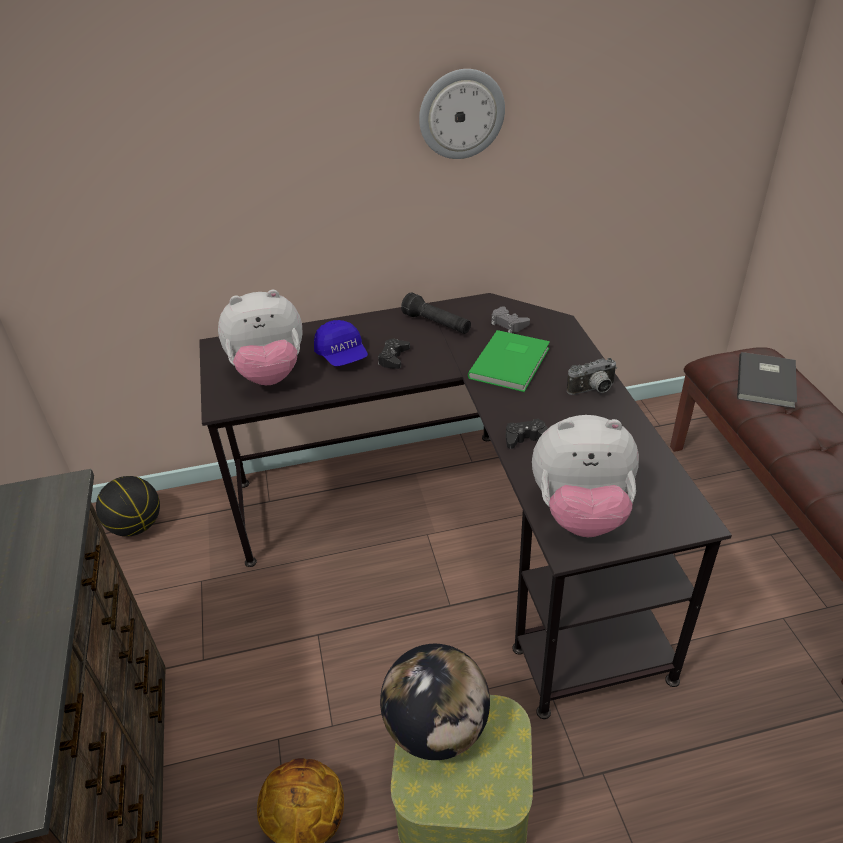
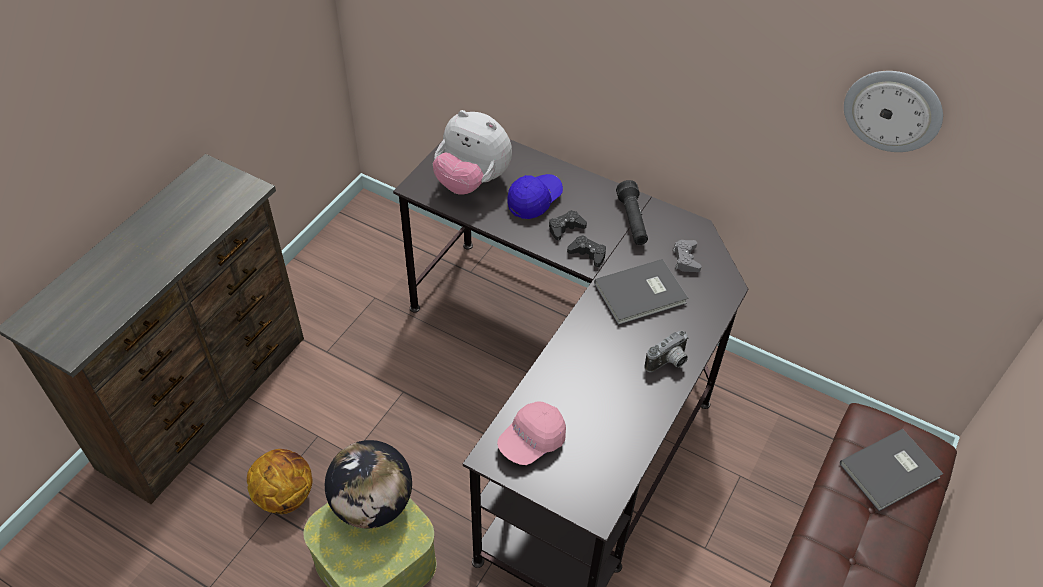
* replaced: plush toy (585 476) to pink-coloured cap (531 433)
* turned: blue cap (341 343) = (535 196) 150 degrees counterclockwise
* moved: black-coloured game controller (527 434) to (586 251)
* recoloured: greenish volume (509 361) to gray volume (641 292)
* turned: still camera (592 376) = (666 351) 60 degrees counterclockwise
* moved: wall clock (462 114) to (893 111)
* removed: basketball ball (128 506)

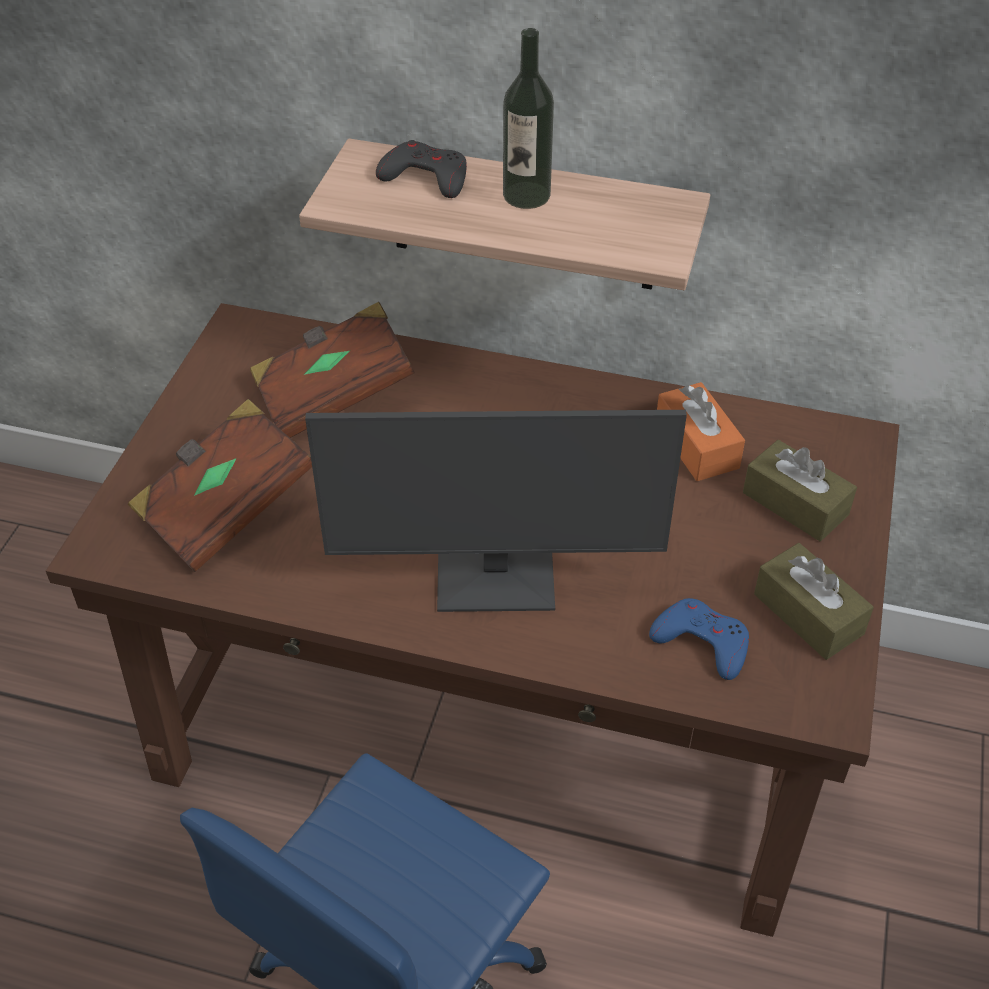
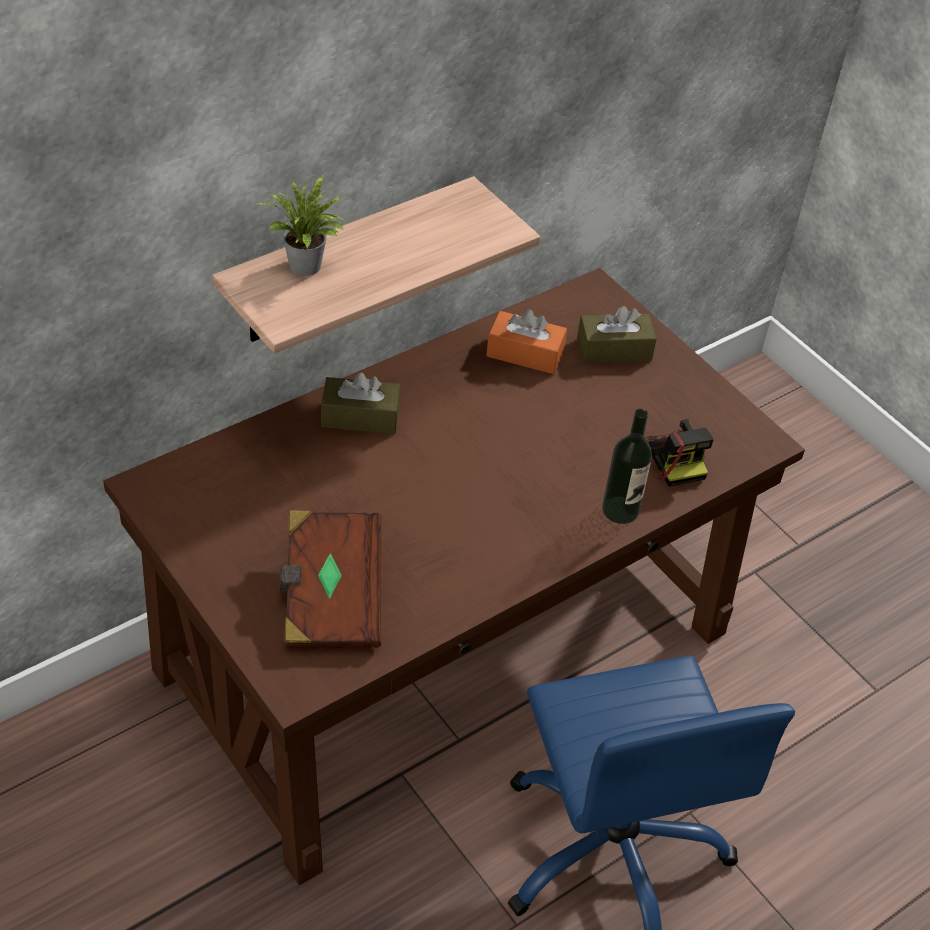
* replaced: gray game controller (421 169) to plant in a pot (302 225)
* moved: brown tissue holder (814 601) to (361 403)
* moved: drink bottle (528 118) to (627 466)
* replaced: blue game controller (699 639) to still camera (679 453)
* removed: brown volume (332 370)
* removed: monitor (496 511)

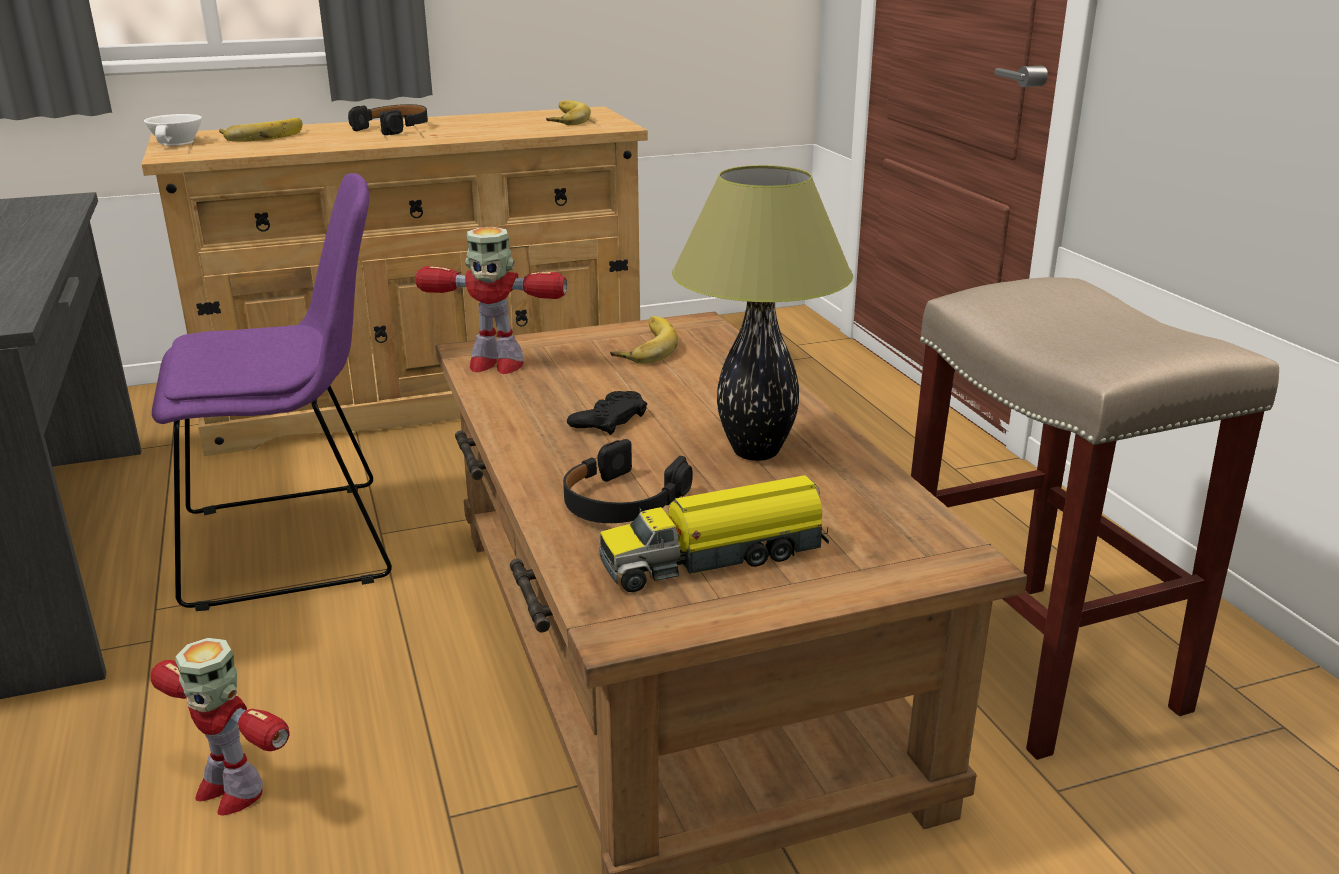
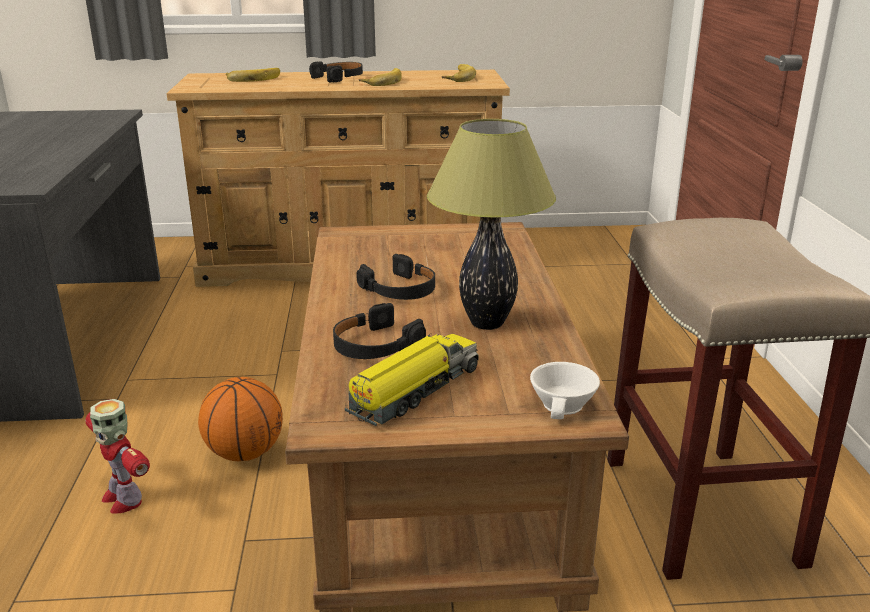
* added: basketball ball (240 419)
* turned: toy lorry (714 533) = (412 380) 135 degrees clockwise
* replaced: black-coloured game controller (607 413) to black-coloured pair of headphones (395 277)
* moved: banana fruit (644 340) to (380 77)
* moved: whitish drinking cup (173 129) to (565 390)
* removed: purple-coloured chair (272 392)
* removed: toy robot (491 300)

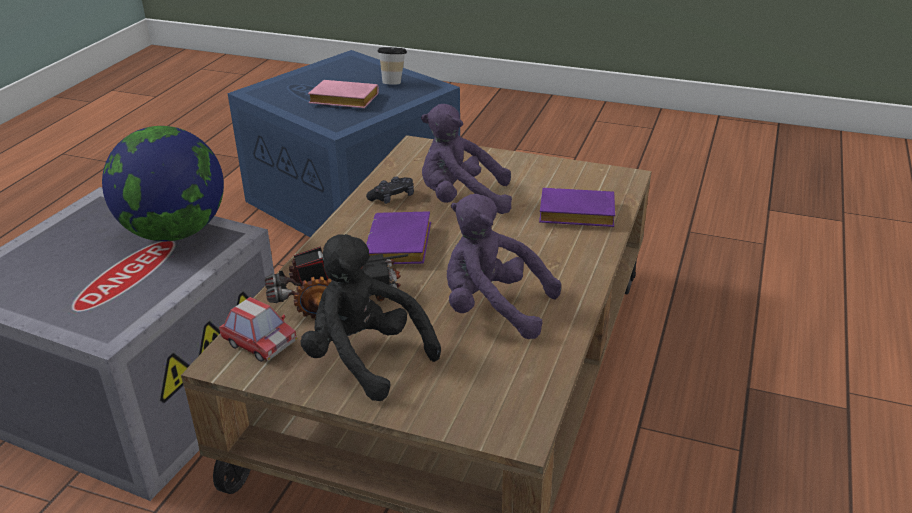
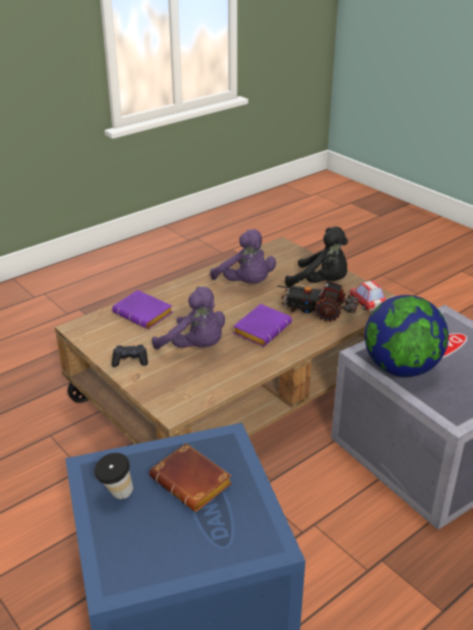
* moved: black-coloured game controller (390 190) to (130 356)
* recoloured: pink-coloured volume (343 94) to brown volume (190 477)
* turned: black-coloured plush toy (371 317) = (316 257) 45 degrees counterclockwise

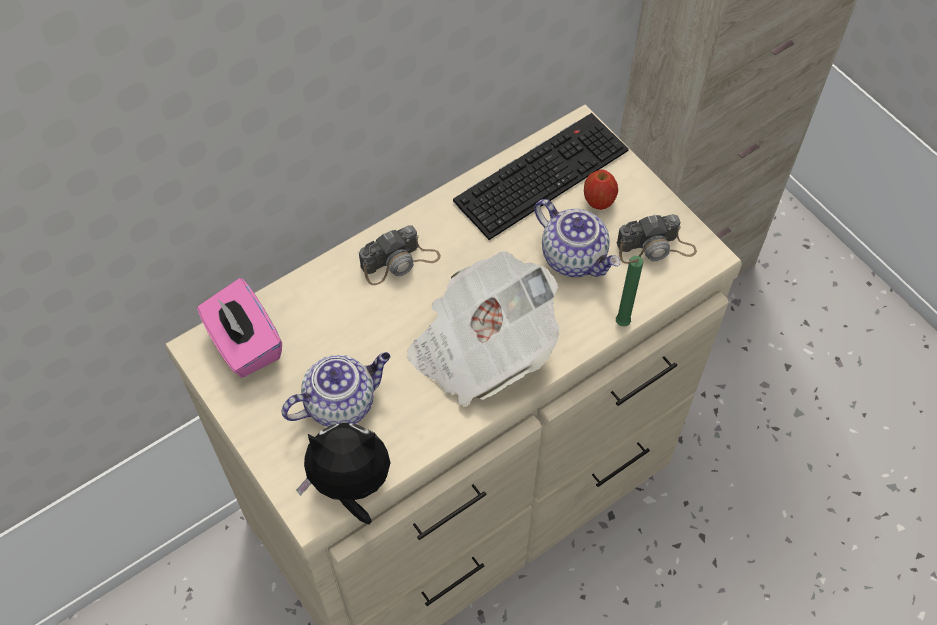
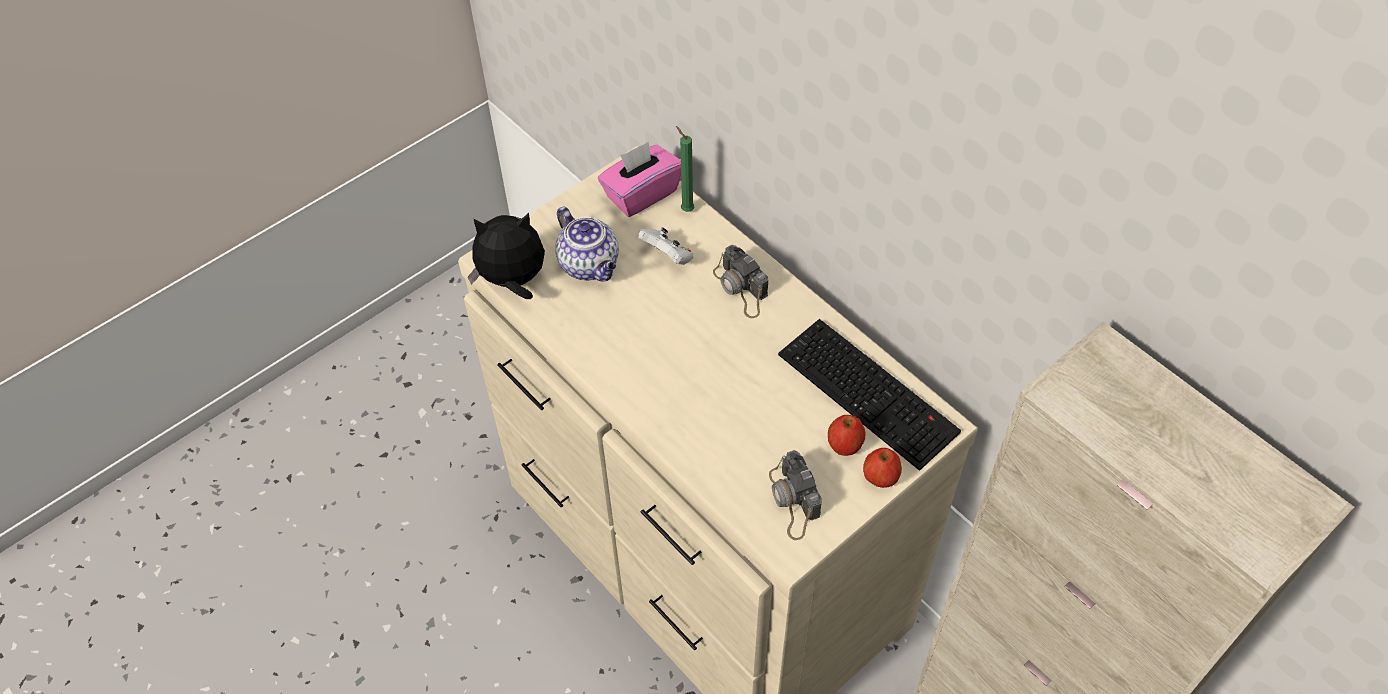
* turned: plush toy (343 474) = (506 256) 90 degrees counterclockwise
* added: whitish game controller (665 246)
* moved: greenish wax candle (629 291) to (685 169)
* added: apple fruit (882 468)
* removed: daily paper (483 329)
* removed: teapot (577 238)

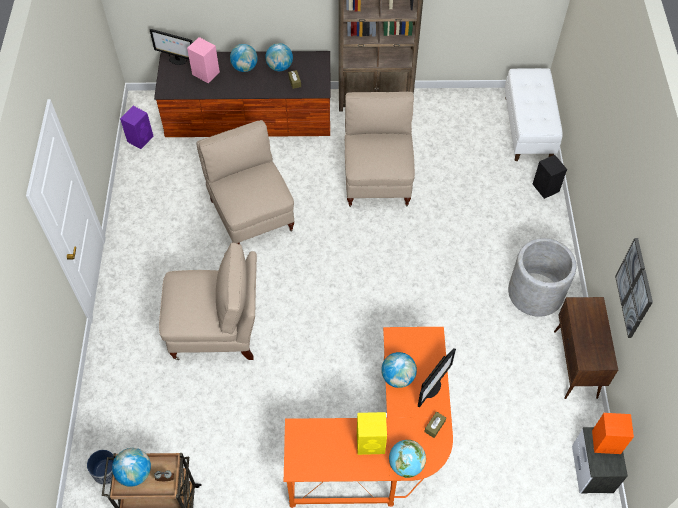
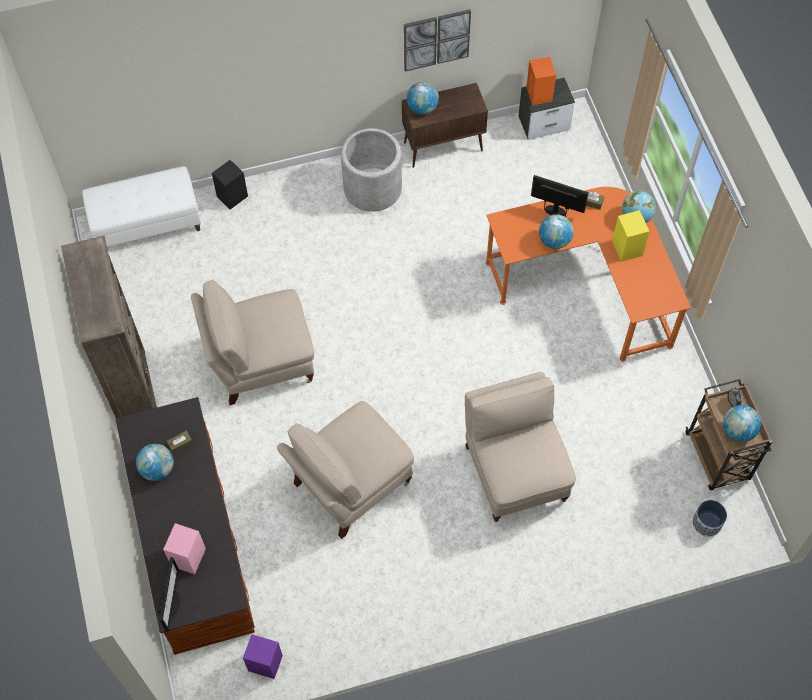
* moved: globe (244 58) to (423 98)

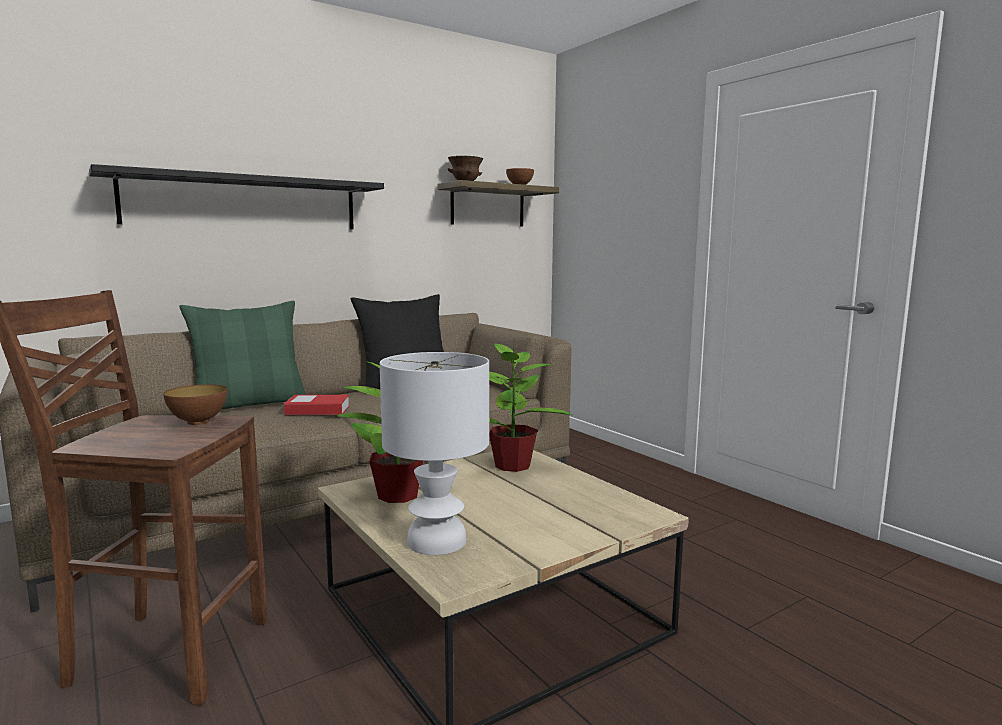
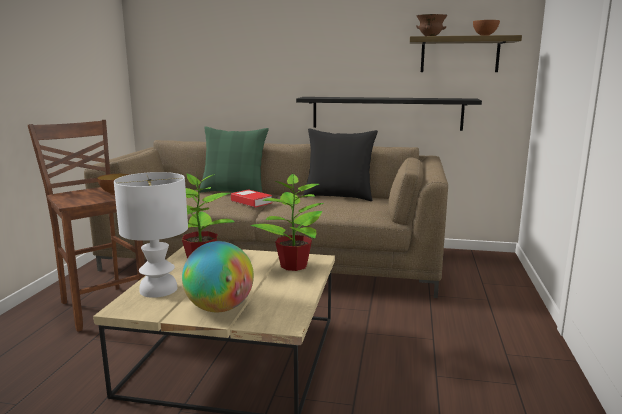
* added: globe (218 276)
* moved: black-coloured shelf (236 196) to (389 114)

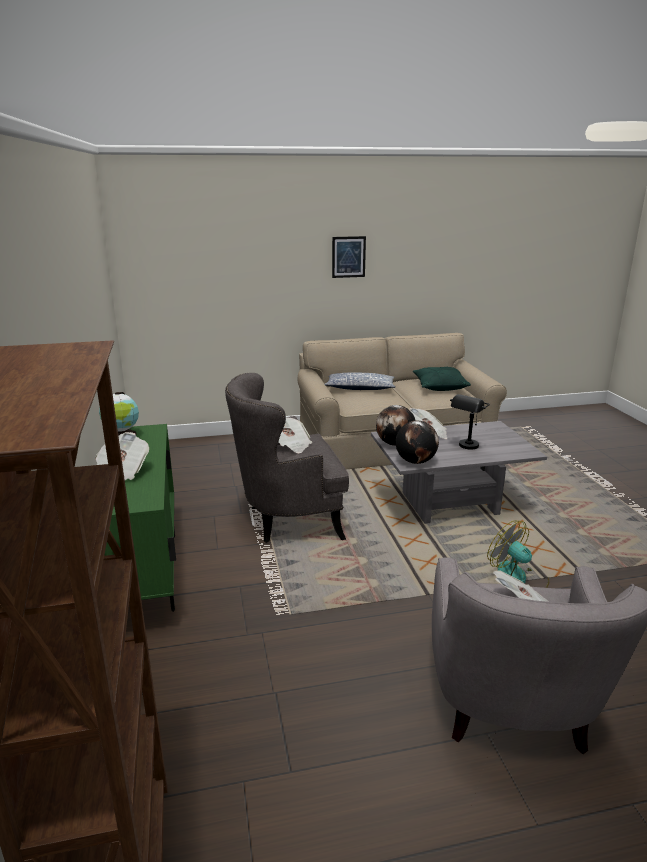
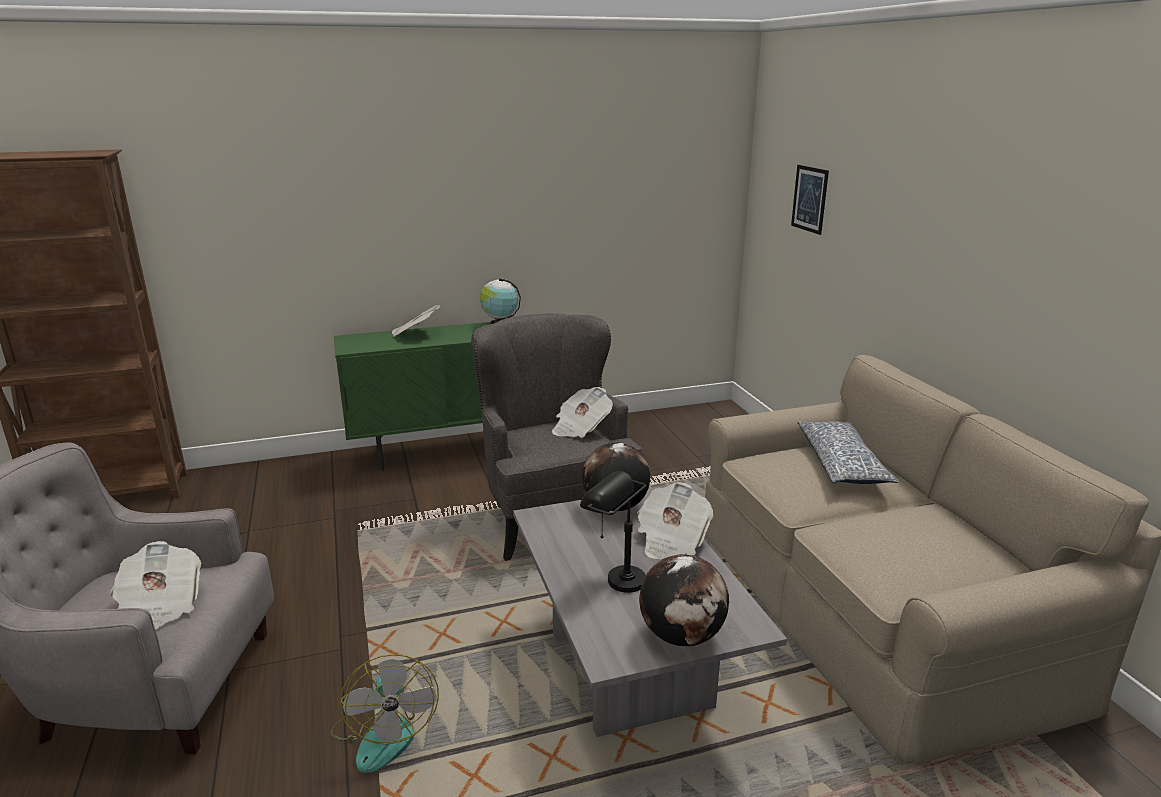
* turned: cooling fan (518 554) = (385 713) 120 degrees clockwise
* moved: globe (417 442) to (684 600)
* moved: wall picture (349 257) to (810 200)
* removed: greenish pillow (442 379)

